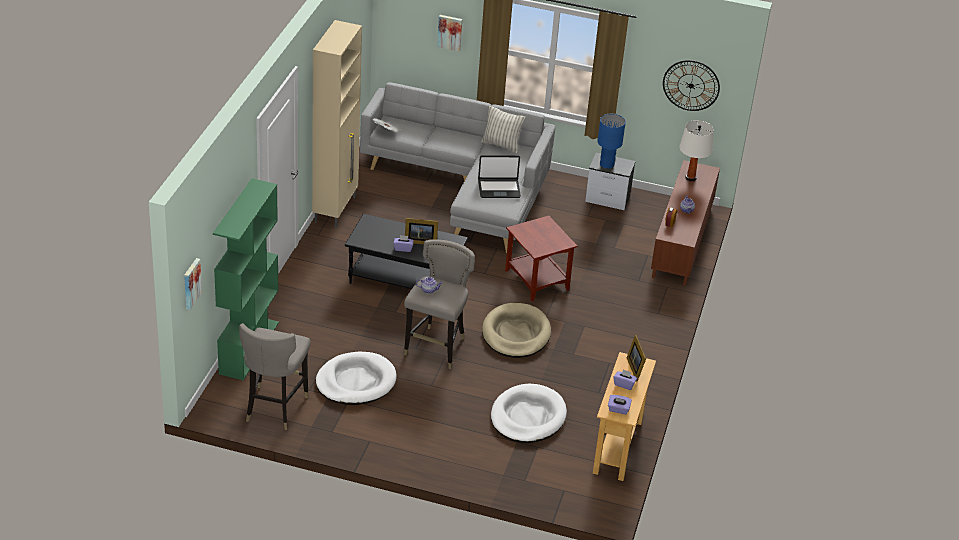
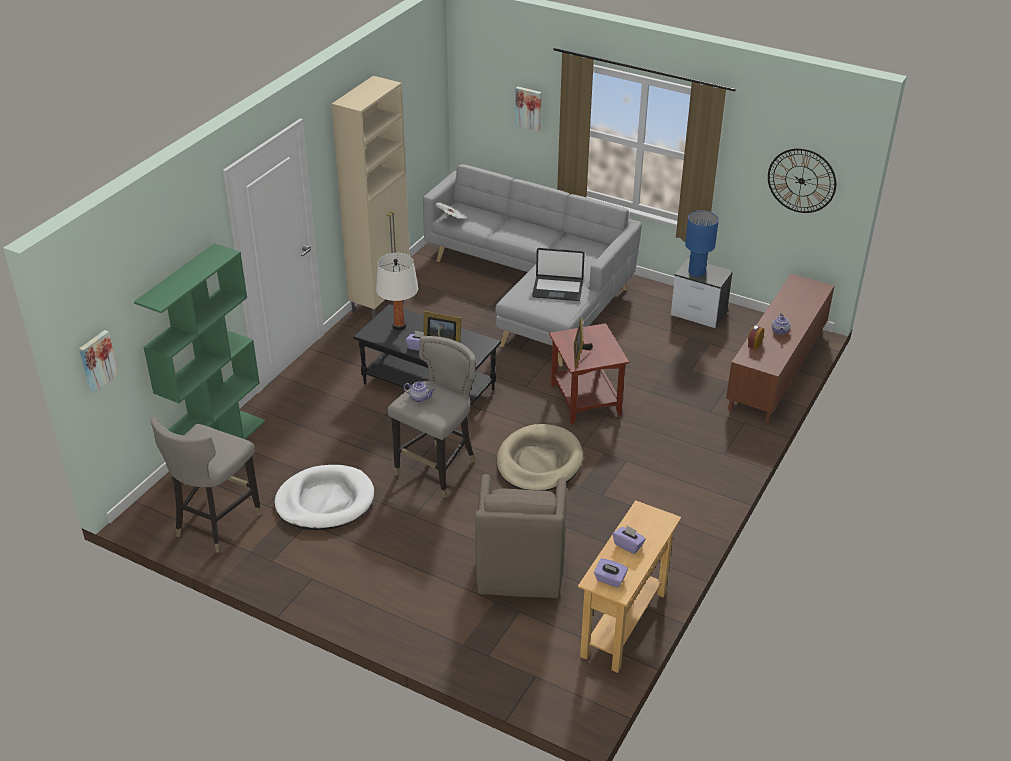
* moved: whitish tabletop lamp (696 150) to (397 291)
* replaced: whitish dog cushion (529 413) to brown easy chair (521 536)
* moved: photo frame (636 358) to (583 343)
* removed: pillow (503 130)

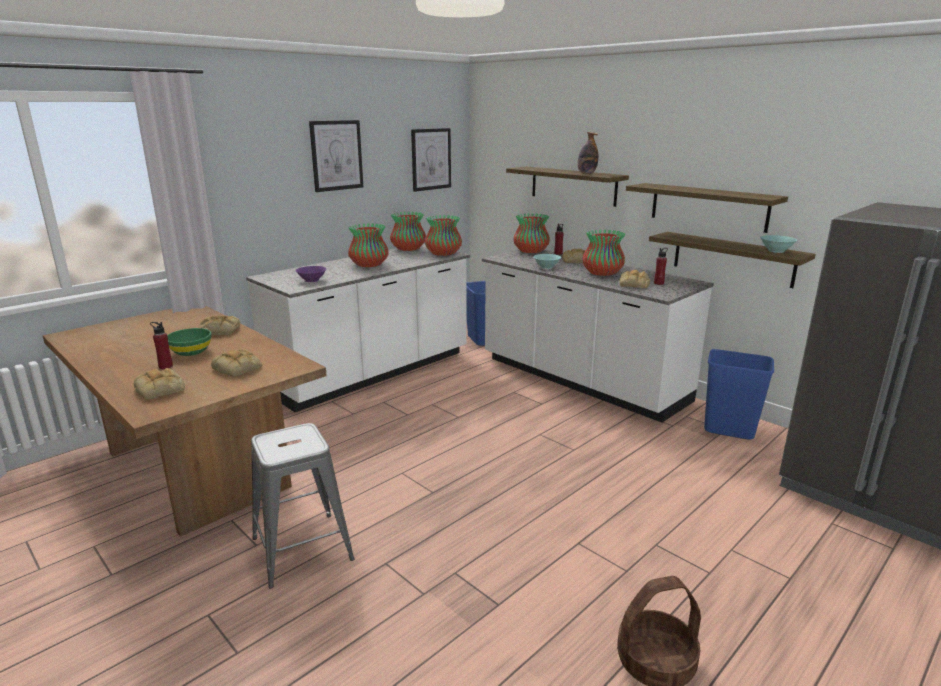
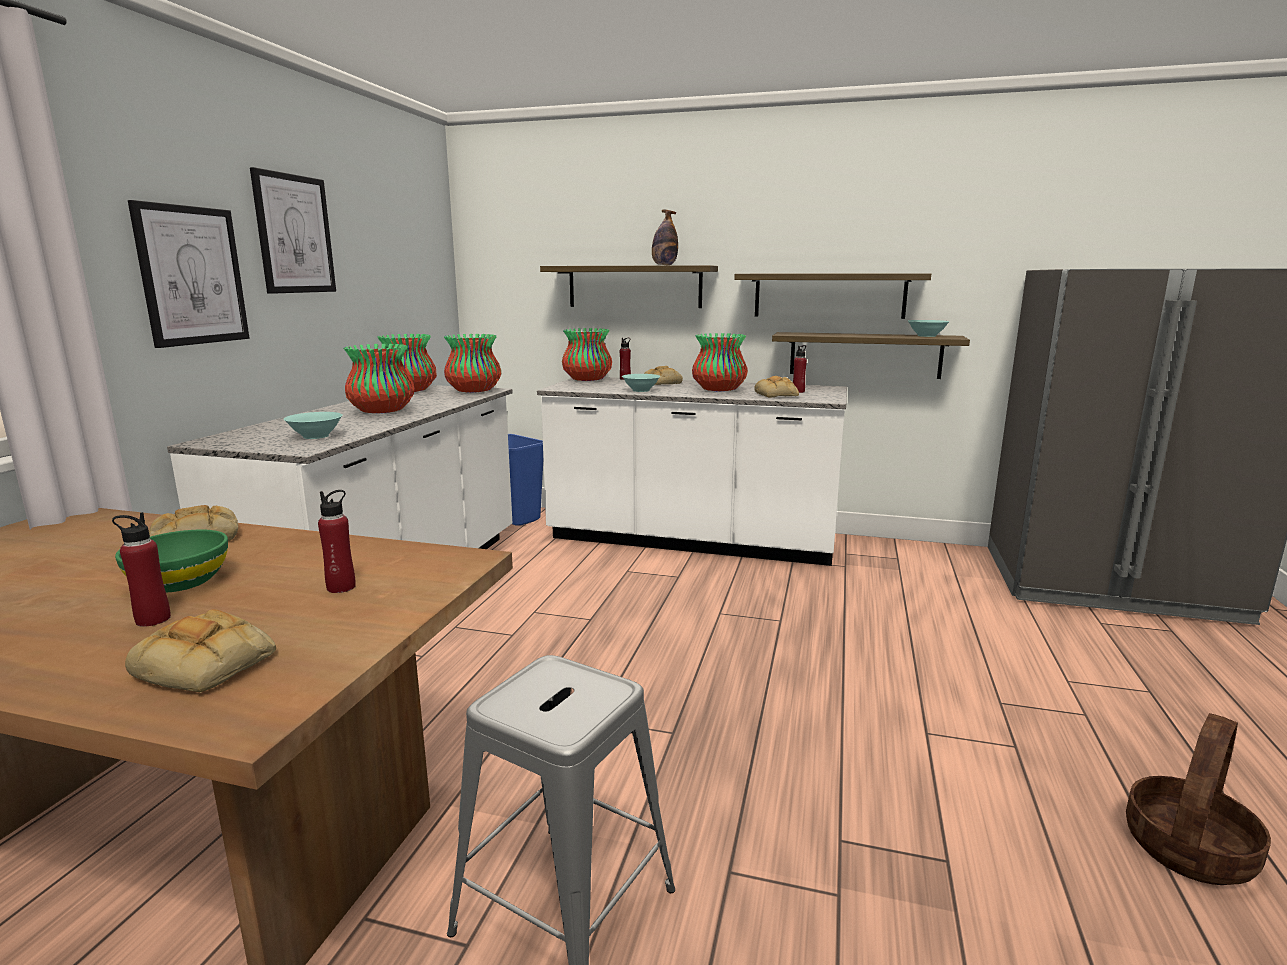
* moved: wall picture (431 160) to (188 274)
* recoloured: purple-coloured bowl (310 274) to turquoise bowl (313 425)
* replaced: bread (236 362) to red drink bottle (337 541)
* removed: blue waste bin (739 394)

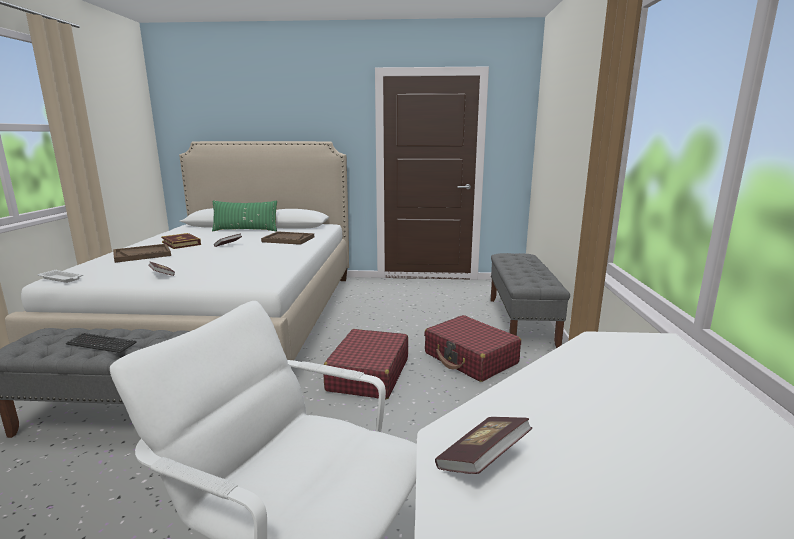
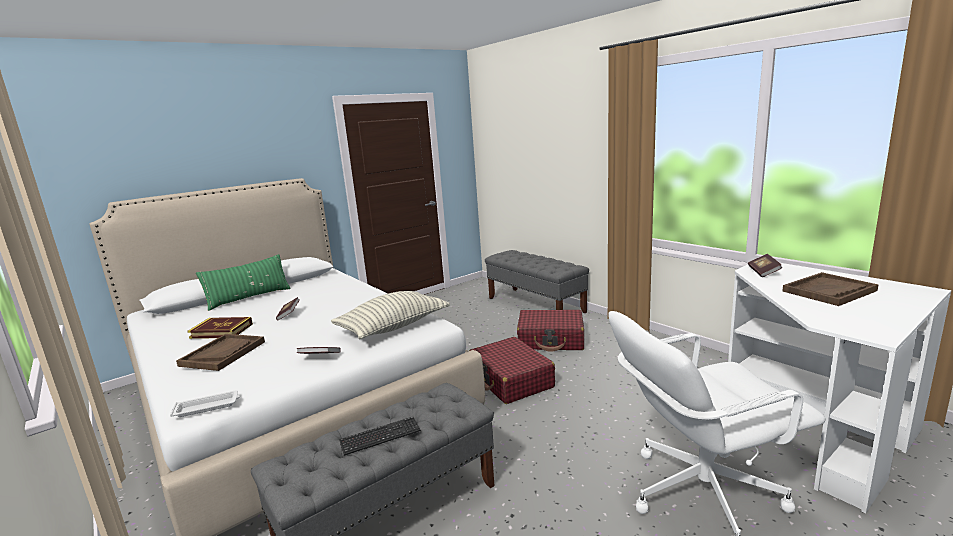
* added: pillow (390 315)
* moved: volume (483 445) to (765 265)
* moved: brown serving tray (287 238) to (830 289)

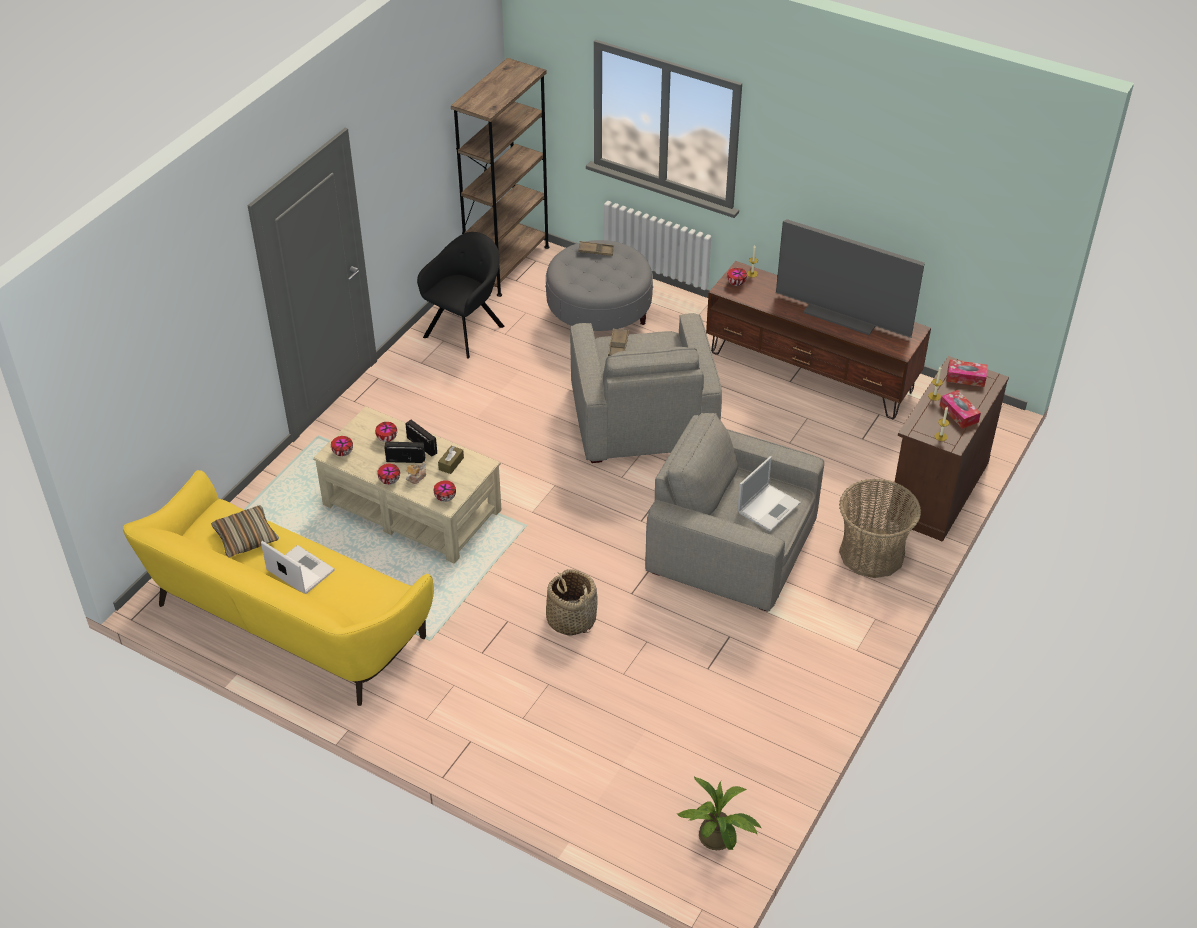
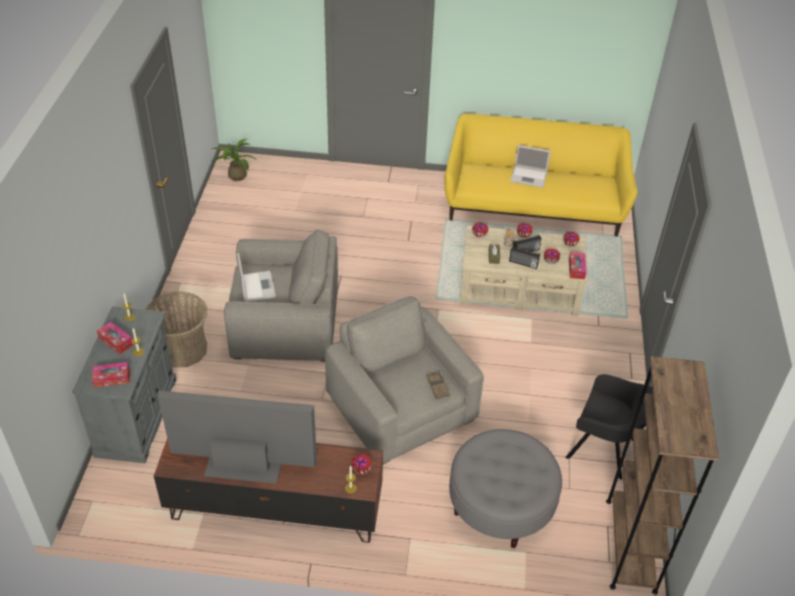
* recoloured: brown storage cabinet (947 449) to gray storage cabinet (124 384)
* turned: portable computer (769 494) = (256 277) 150 degrees clockwise
* turned: black-coloured easy chair (461 295) = (609 427) 75 degrees counterclockwise
* added: tissue holder (577 265)
* removed: pillow (245 532)
* removed: storage basket (572 602)
* removed: brown serving tray (596 248)

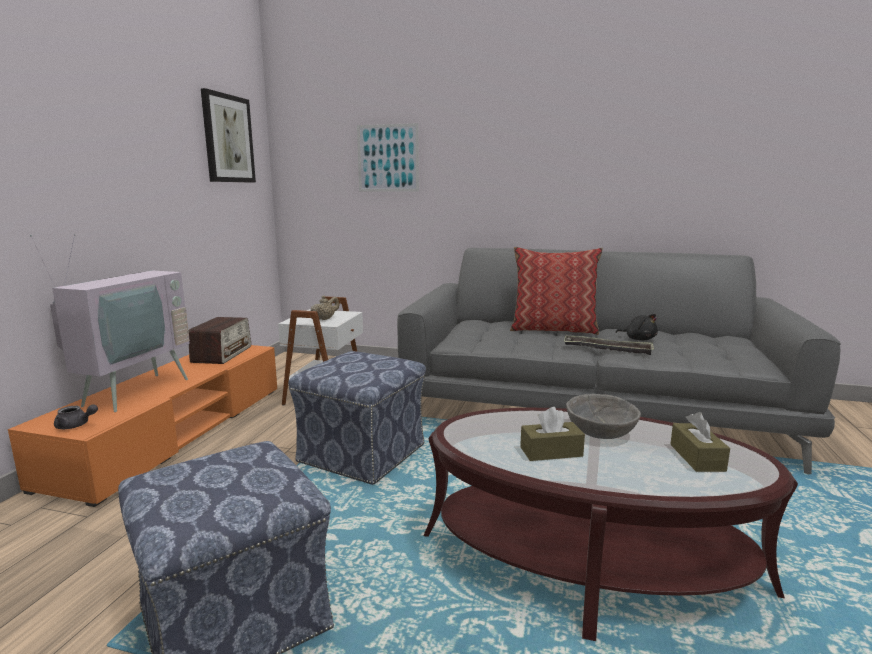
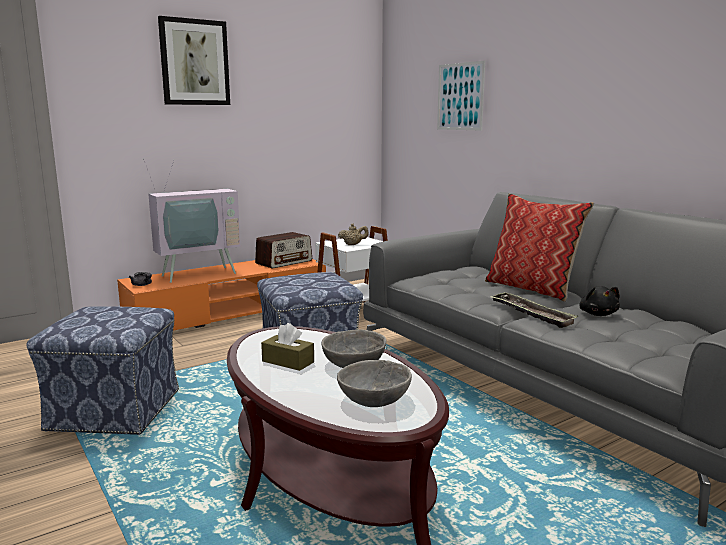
* moved: wall picture (228 135) to (194 60)
* replaced: brown tissue holder (700 442) to gray bowl (374 383)

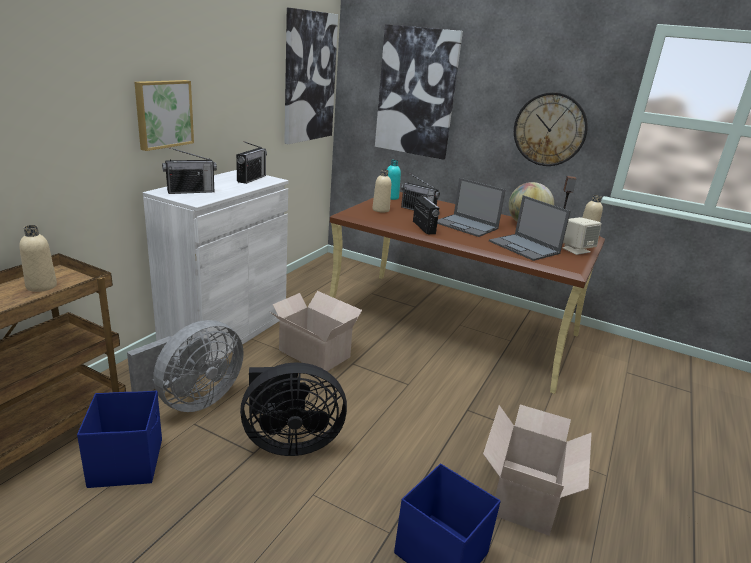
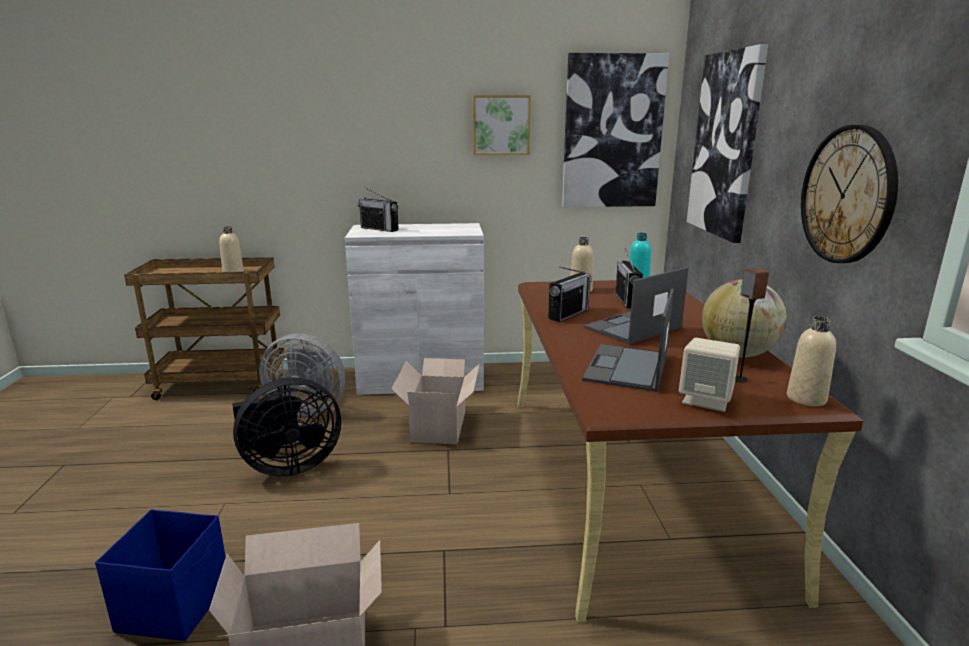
* turned: black-coloured cooling fan (293 409) = (286 426) 75 degrees counterclockwise
* moved: wall picture (164 115) to (502 125)
* turned: portable computer (471 207) = (636 306) 45 degrees clockwise
* removed: blue storage container (119 439)
* removed: radio (251 162)

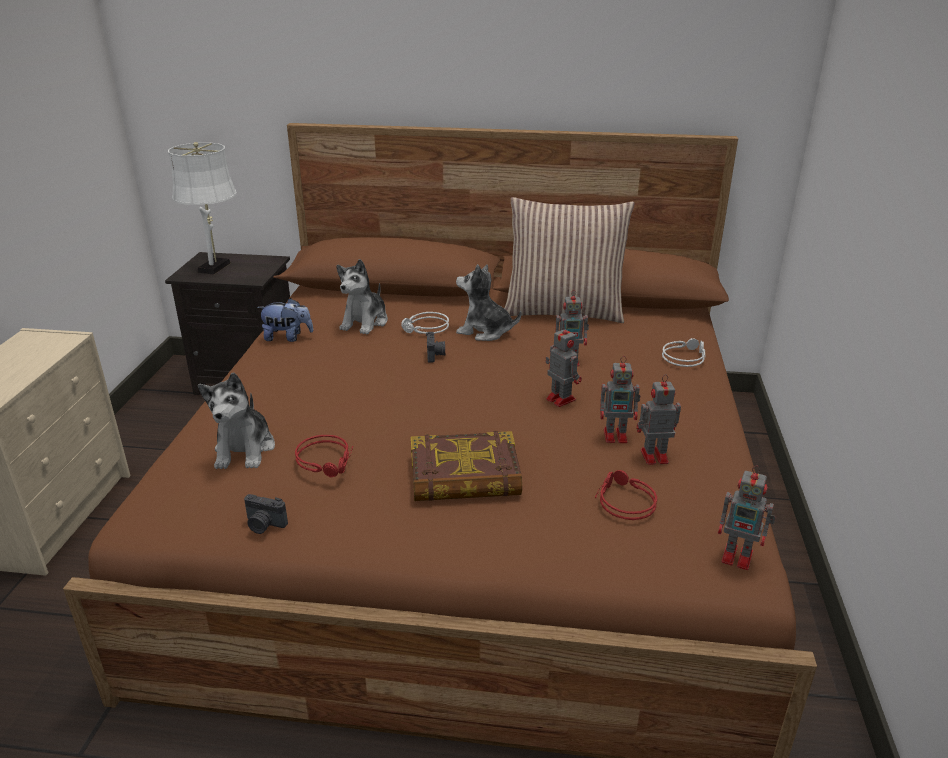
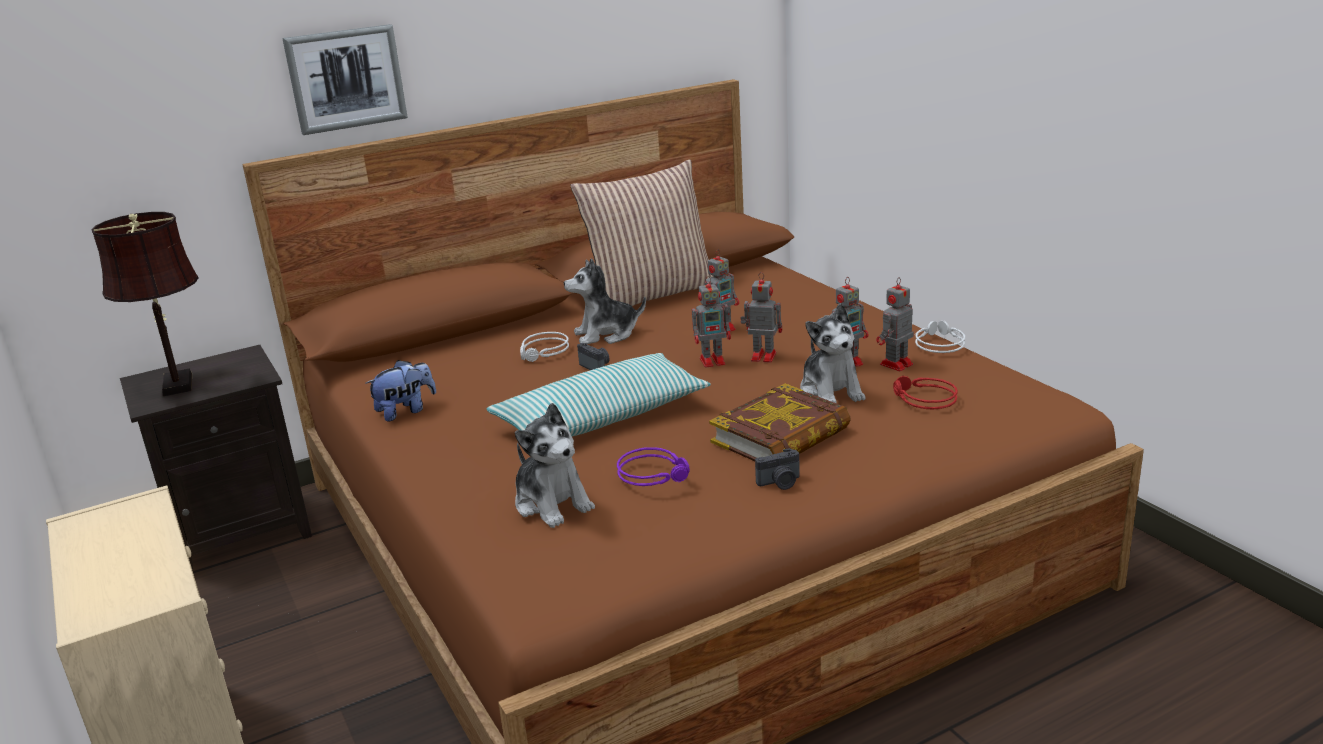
* recoloured: whitish tabletop lamp (202 208) to brown tabletop lamp (145 304)
* added: wall picture (345 79)
* added: pillow (598 394)
* recoloured: red pair of headphones (324 456) to purple-coloured pair of headphones (653 466)
* moved: toy robot (747 518) to (711 322)
* moved: still camera (266 514) to (777 469)
* moved: plush toy (362 297) to (832 353)
* moved: gray pair of headphones (683 352) to (940 337)

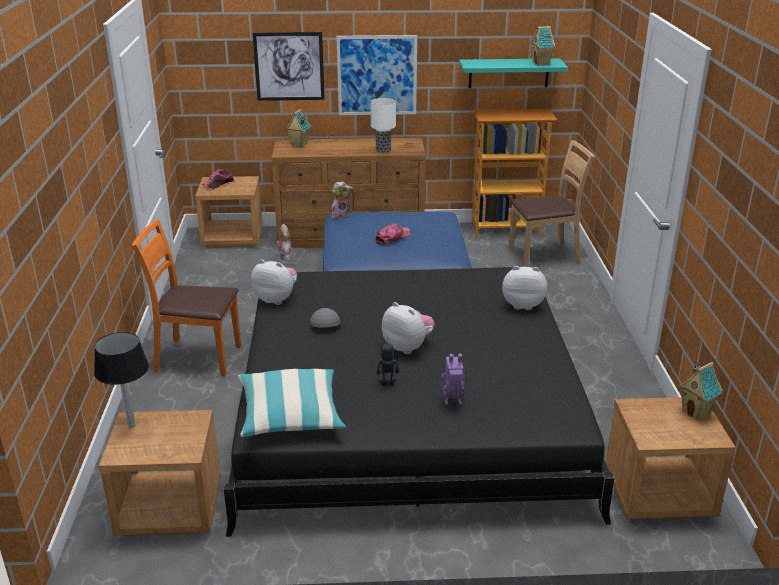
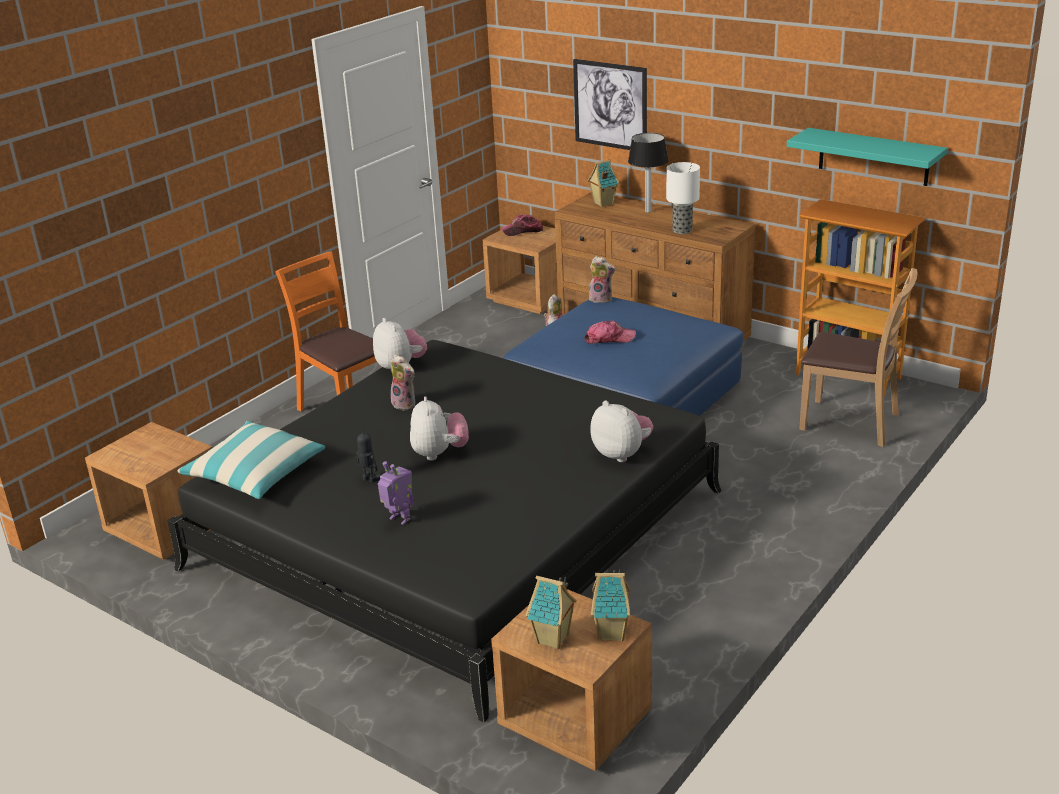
* replaced: gray cap (325 318) to plush toy (403 382)
* moved: miniature house (542 46) to (551 612)
* moved: tabletop lamp (121 380) to (648 173)
* removed: wall picture (376 75)

